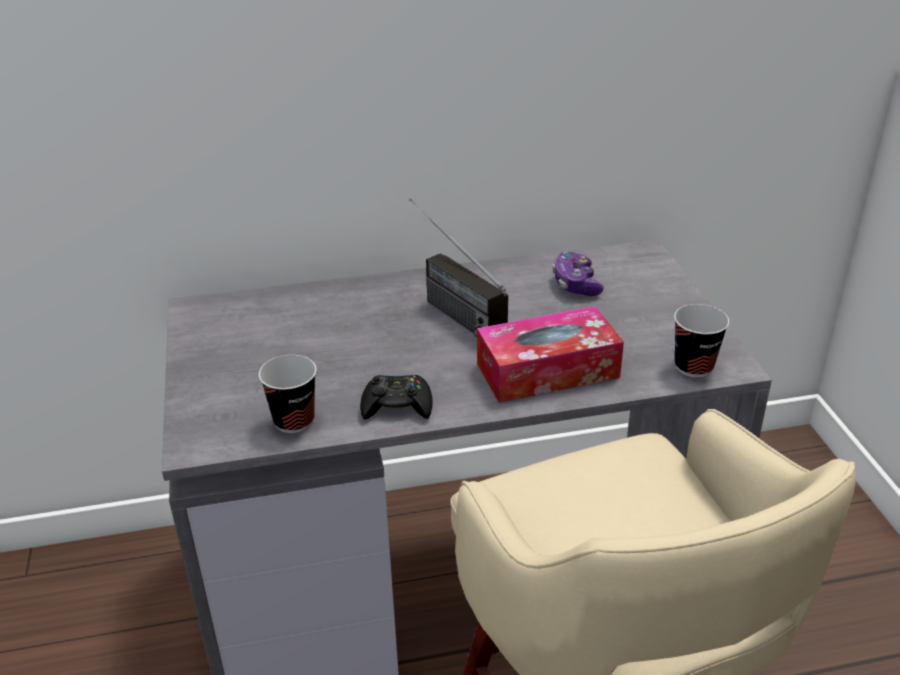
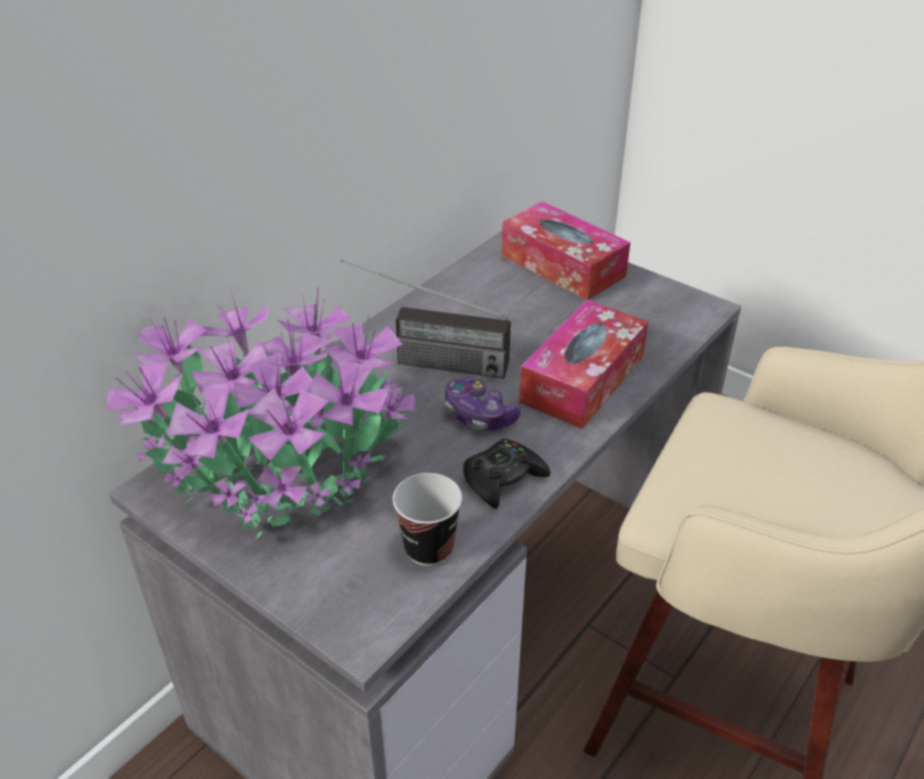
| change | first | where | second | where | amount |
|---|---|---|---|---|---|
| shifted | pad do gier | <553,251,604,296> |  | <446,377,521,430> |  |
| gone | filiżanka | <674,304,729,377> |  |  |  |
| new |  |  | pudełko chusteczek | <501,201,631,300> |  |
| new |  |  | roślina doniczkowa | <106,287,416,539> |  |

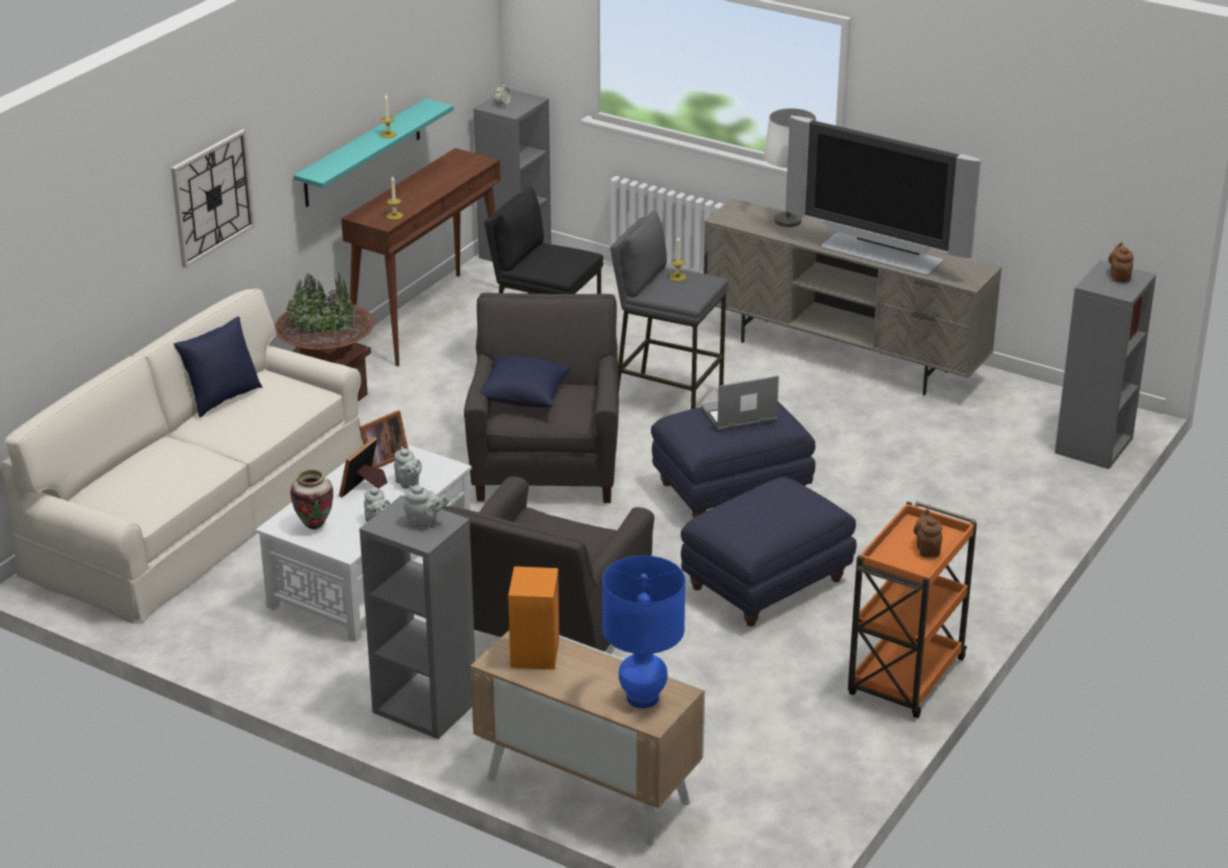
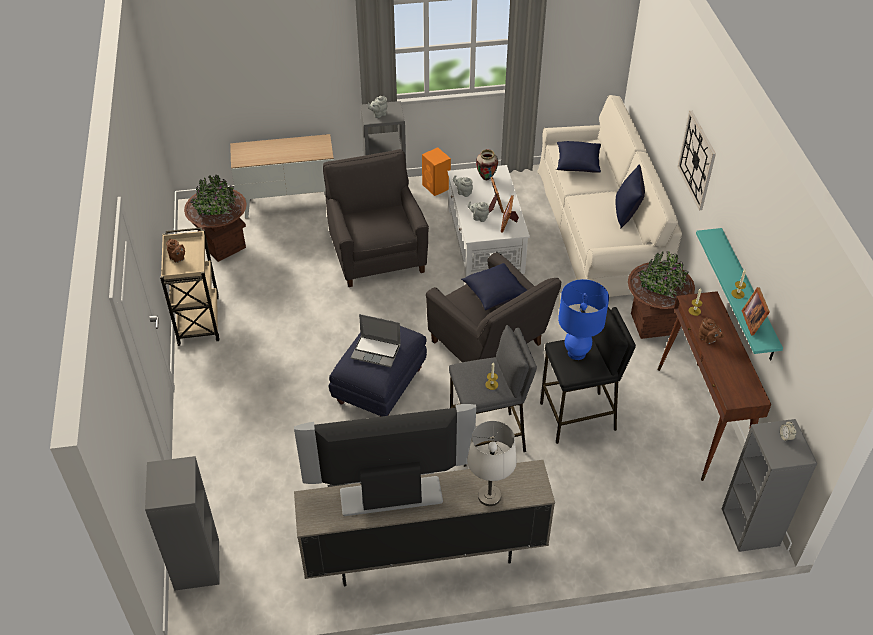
| change | first | where | second | where | amount |
|---|---|---|---|---|---|
| shifted | imbryk (brązowy) | <1108,242,1133,282> |  | <699,318,724,344> |  |
| rotated | laptop | <701,375,779,430> |  | <351,314,401,367> | 75 degrees clockwise |
| gone | pufa (niebieski) | <681,477,857,626> |  |  |  |
| repainted | wózek (pomarańczowy) | <848,501,977,718> | wózek (beżowy) | <160,227,220,346> |  |
| shifted | lampa stołowa (niebieski) | <602,555,685,708> |  | <558,279,609,360> |  |
| shifted | głośnik (pomarańczowy) | <508,566,559,670> |  | <422,147,451,196> |  |
| new |  |  | poduszka (niebieski) | <557,141,601,173> |  |
| new |  |  | donica (brązowy) | <184,175,247,262> |  |
| new |  |  | ramka na zdjęcie | <741,287,770,336> |  |

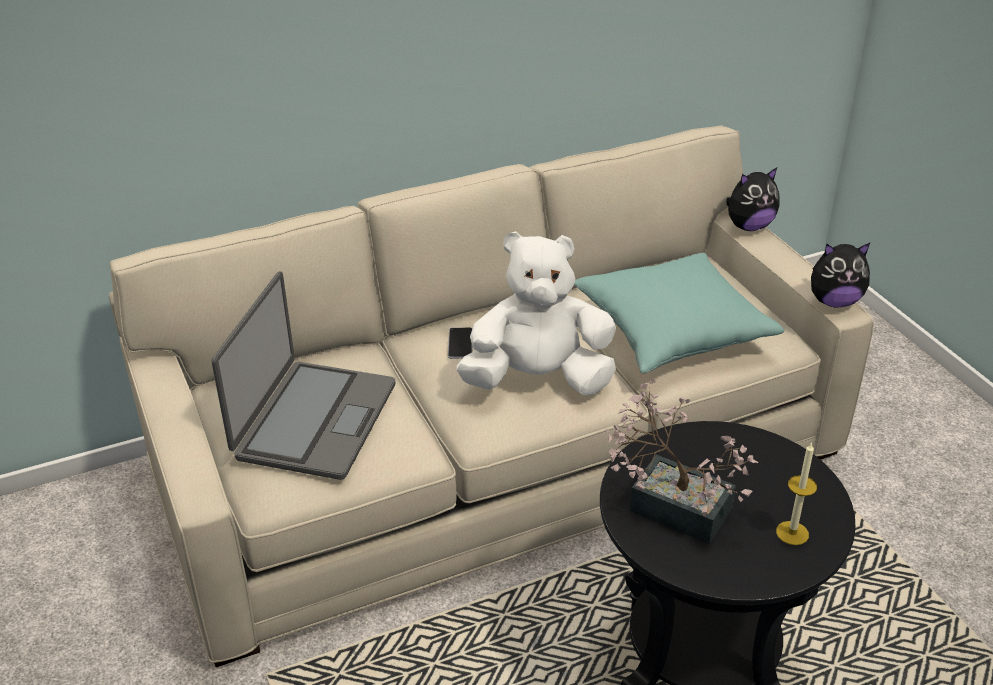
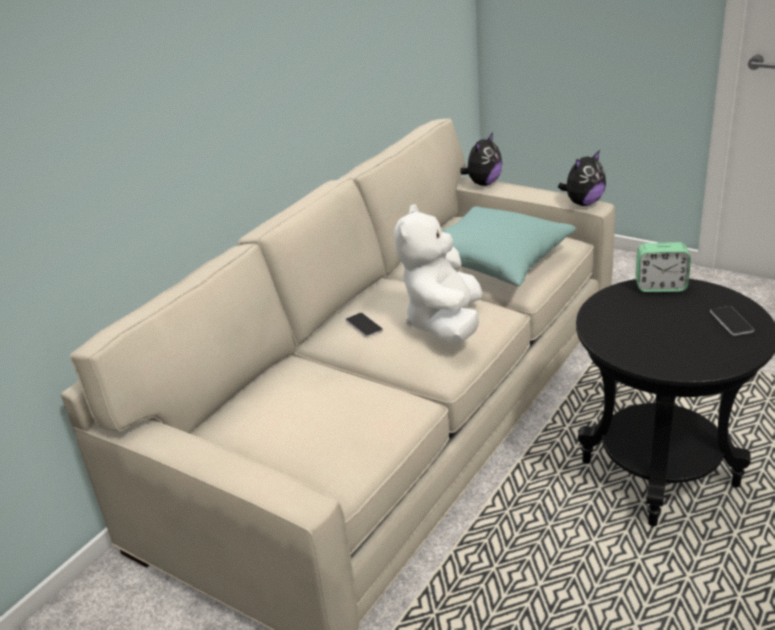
| change | first | where | second | where | amount |
|---|---|---|---|---|---|
| rotated | pluszak (biały) | <457,231,616,396> |  | <394,204,482,344> | 45 degrees counterclockwise |
| gone | laptop | <211,271,395,480> |  |  |  |
| gone | roślina doniczkowa | <605,380,758,544> |  |  |  |
| swapped | świeca | <776,442,817,545> | telefon | <710,306,754,336> |  |
| new |  |  | budzik | <635,242,691,292> |  |

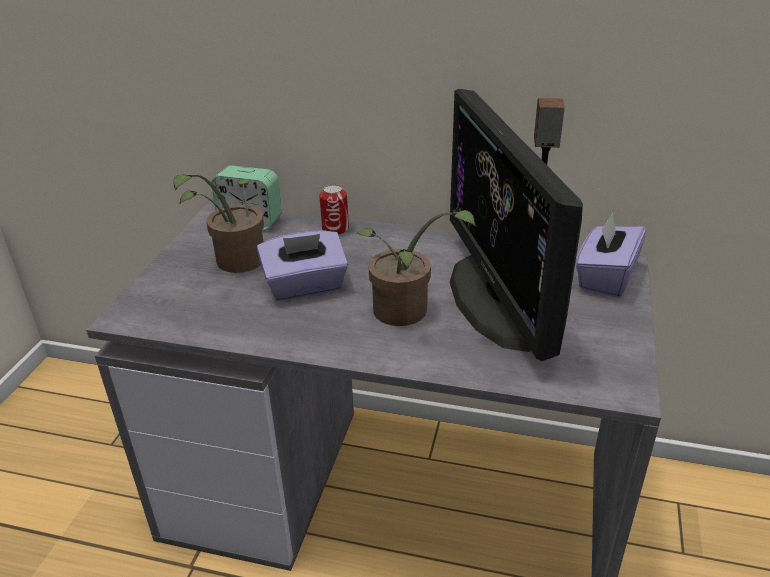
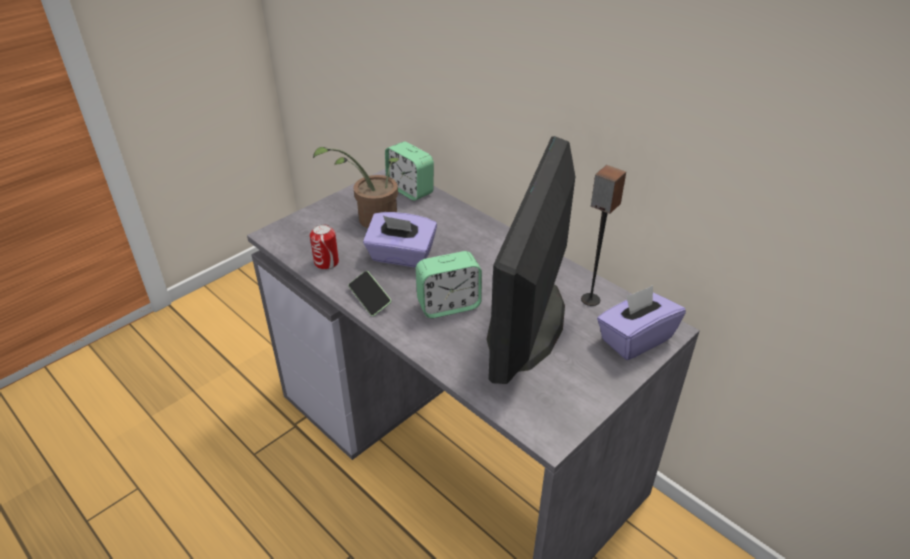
| change | first | where | second | where | amount |
|---|---|---|---|---|---|
| shifted | puszka | <319,184,349,235> |  | <310,224,339,270> |  |
| swapped | roślina doniczkowa | <356,210,476,326> | budzik | <416,251,482,318> |  |
| new |  |  | telefon | <348,271,391,316> |  |

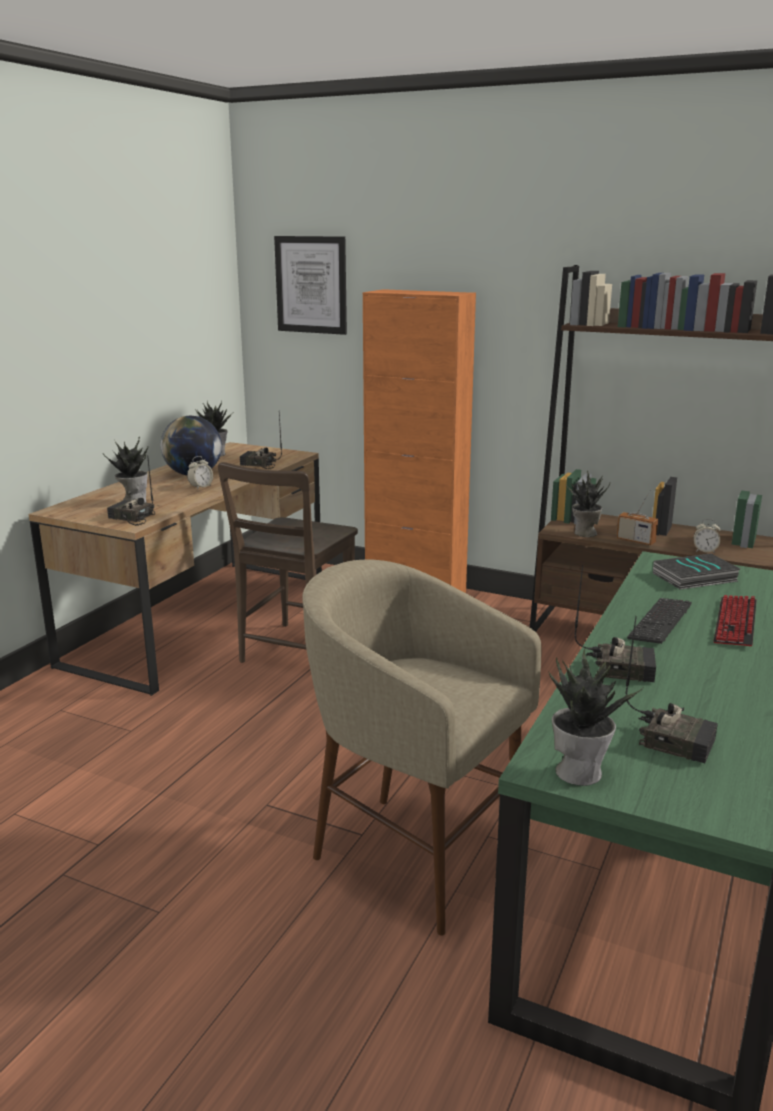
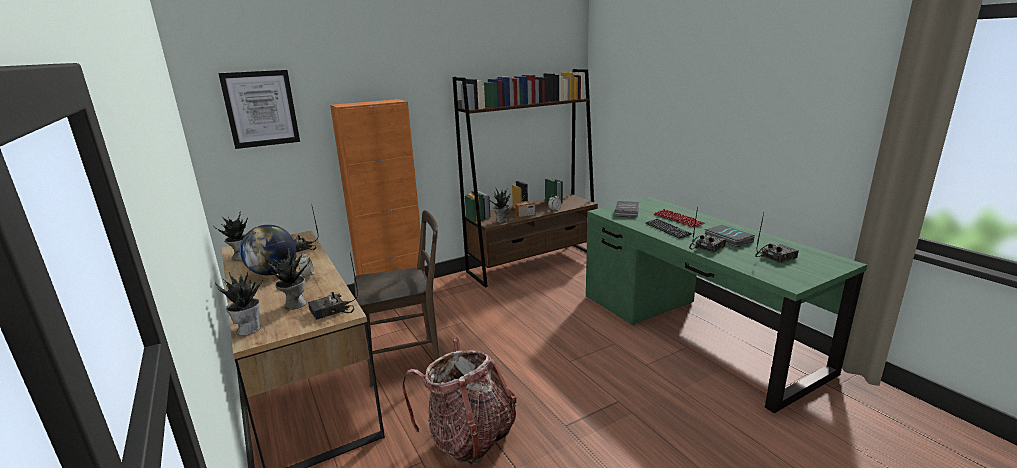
| change | first | where | second | where | amount |
|---|---|---|---|---|---|
| rotated | krzesło (brązowy) | <218,462,358,663> |  | <354,210,440,387> | 75 degrees counterclockwise |
| gone | stołek (beżowy) | <302,559,542,936> |  |  |  |
| shifted | roślina doniczkowa | <548,649,643,786> |  | <215,271,264,336> |  |
| new |  |  | książka | <705,225,755,247> |  |
| new |  |  | plecak | <402,337,517,465> |  |

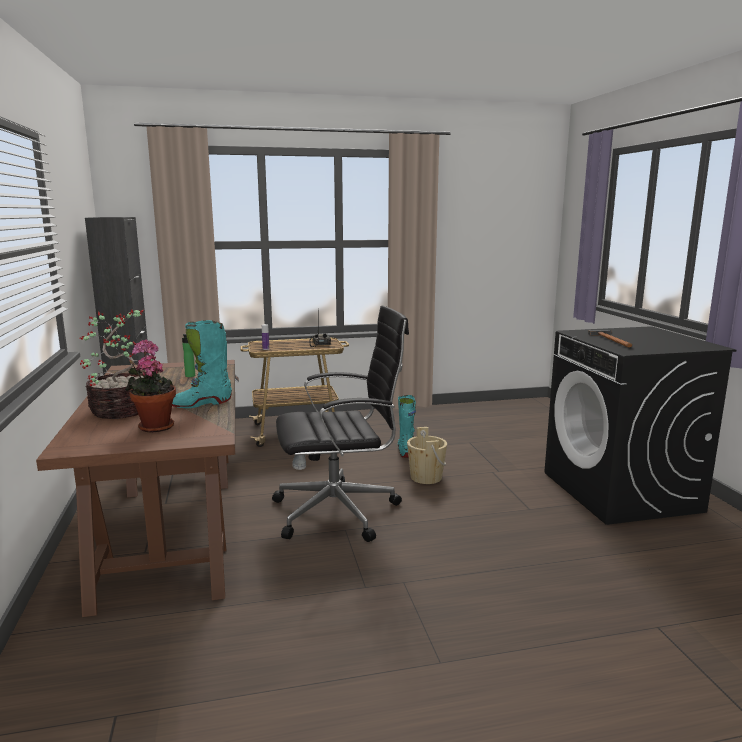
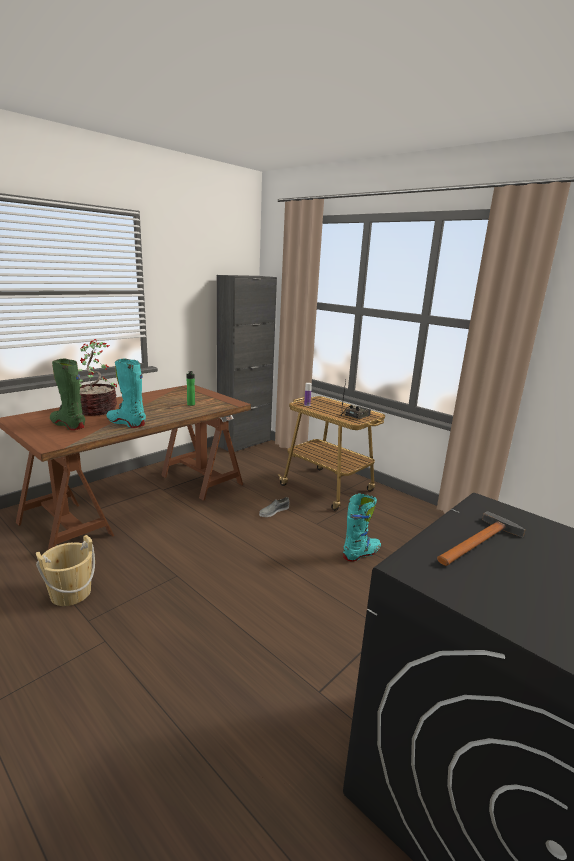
| change | first | where | second | where | amount |
|---|---|---|---|---|---|
| gone | krzesło biurowe (czarny) | <272,305,409,542> |  |  |  |
| swapped | roślina doniczkowa | <125,339,176,432> | but z cholewką (zielony) | <50,359,85,430> |  |
| shifted | wiadro (beżowy) | <407,427,447,484> |  | <36,535,95,606> |  |

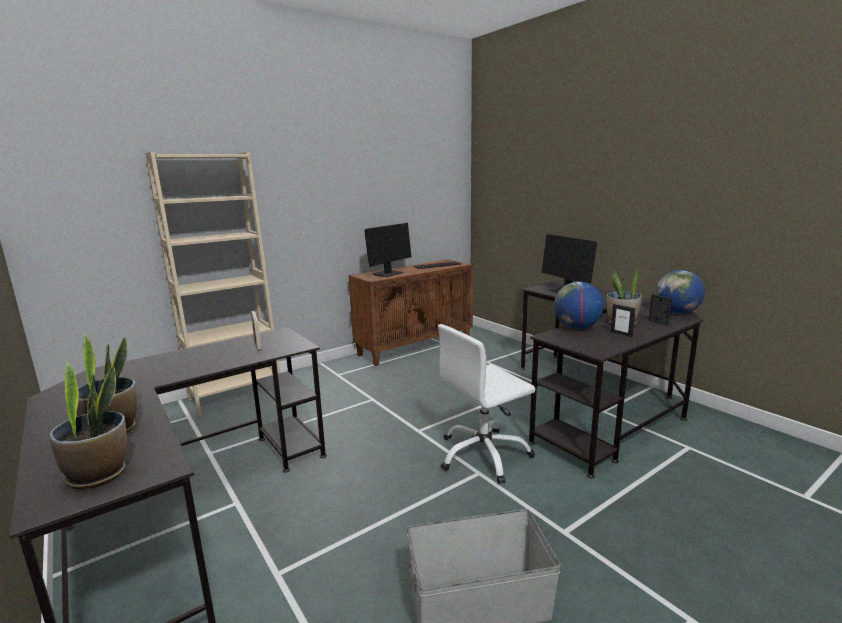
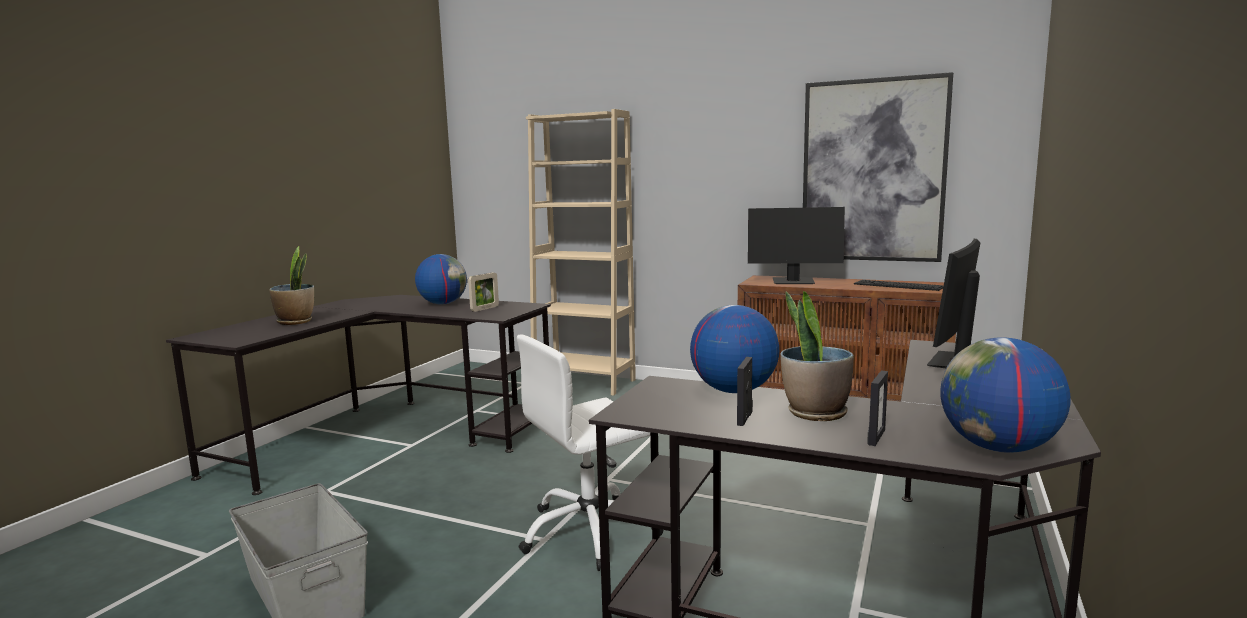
| change | first | where | second | where | amount |
|---|---|---|---|---|---|
| rotated | krzesło biurowe (biały) | <438,324,535,484> |  | <517,335,664,571> | 60 degrees counterclockwise |
| gone | roślina doniczkowa | <49,361,127,489> |  |  |  |
| new |  |  | obraz | <803,72,953,262> |  |
| new |  |  | globus | <415,254,467,304> |  |

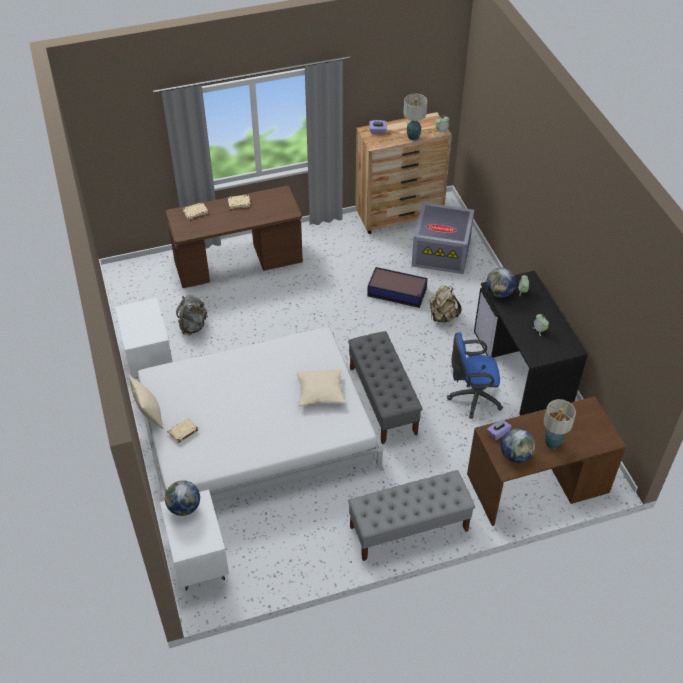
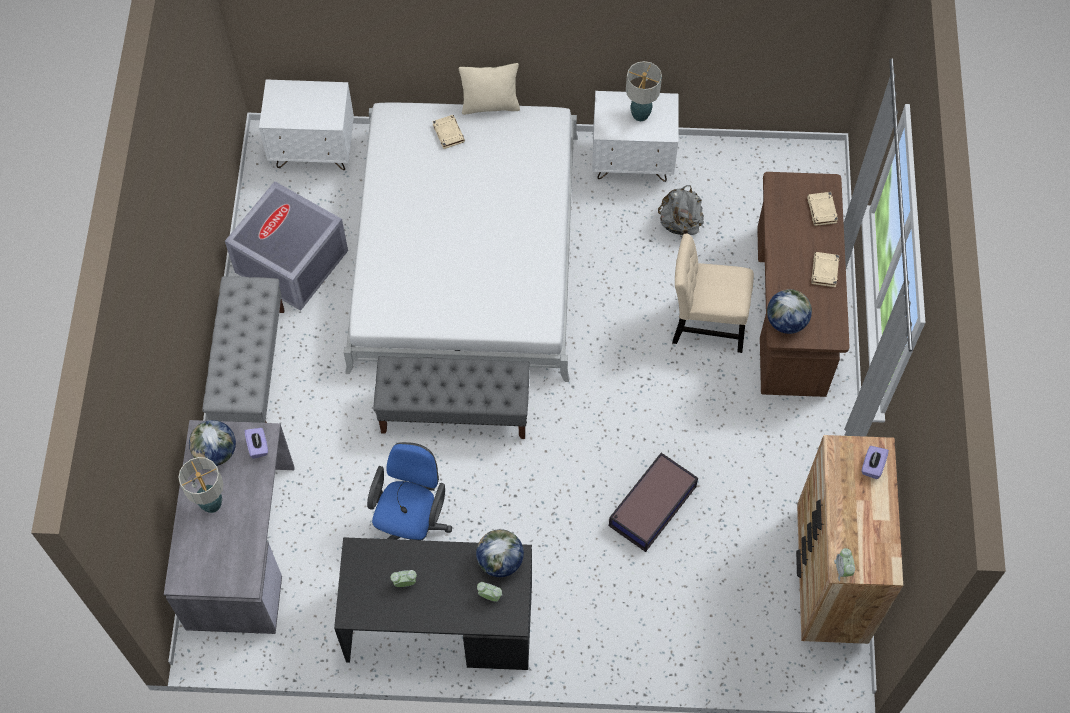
| change | first | where | second | where | amount |
|---|---|---|---|---|---|
| shifted | lampa stołowa | <403,94,428,140> |  | <626,61,662,121> |  |
| shifted | pojemnik do przechowywania (szary) | <412,202,474,274> |  | <225,181,348,311> |  |
| gone | plecak (beżowy) | <430,286,461,322> |  |  |  |
| gone | poduszka (beżowy) | <297,369,345,406> |  |  |  |
| repainted | biurko (brązowy) | <467,396,626,526> | biurko (szary) | <164,420,295,634> |  |
| shifted | globus | <165,480,200,516> |  | <767,289,812,334> |  |
| new |  |  | krzesło (beżowy) | <672,234,754,353> |  |

